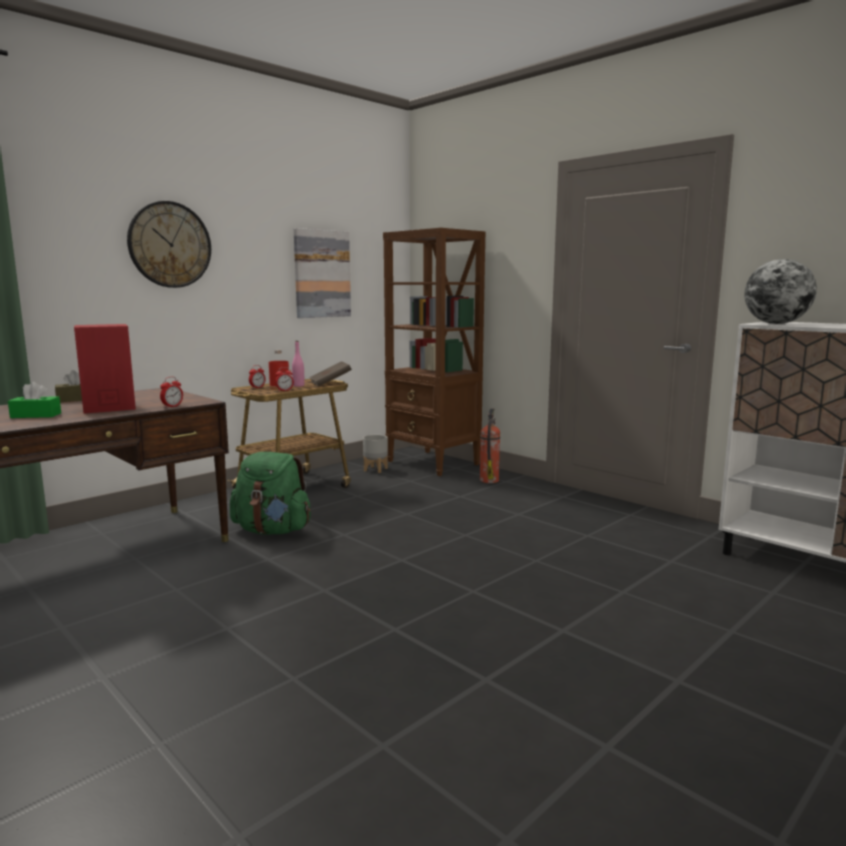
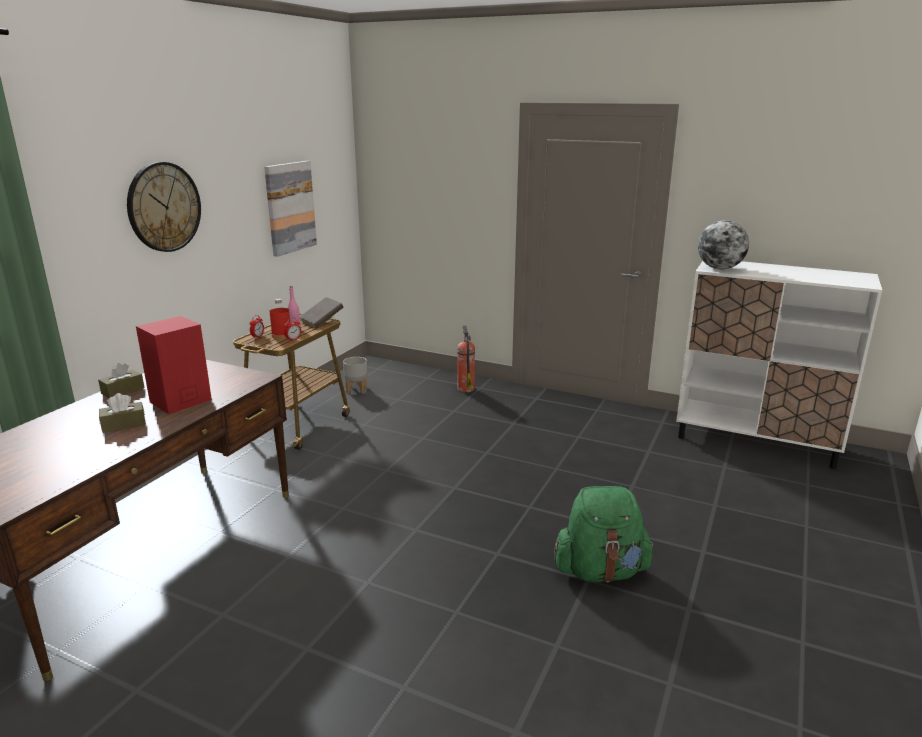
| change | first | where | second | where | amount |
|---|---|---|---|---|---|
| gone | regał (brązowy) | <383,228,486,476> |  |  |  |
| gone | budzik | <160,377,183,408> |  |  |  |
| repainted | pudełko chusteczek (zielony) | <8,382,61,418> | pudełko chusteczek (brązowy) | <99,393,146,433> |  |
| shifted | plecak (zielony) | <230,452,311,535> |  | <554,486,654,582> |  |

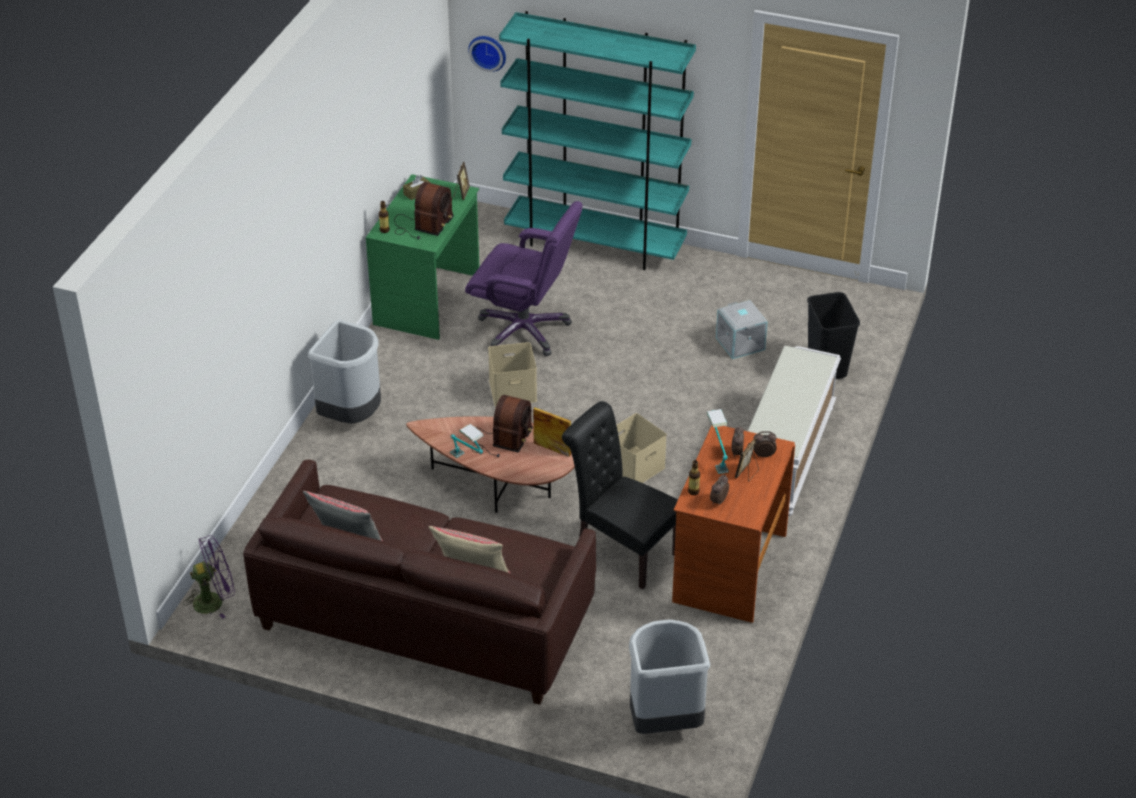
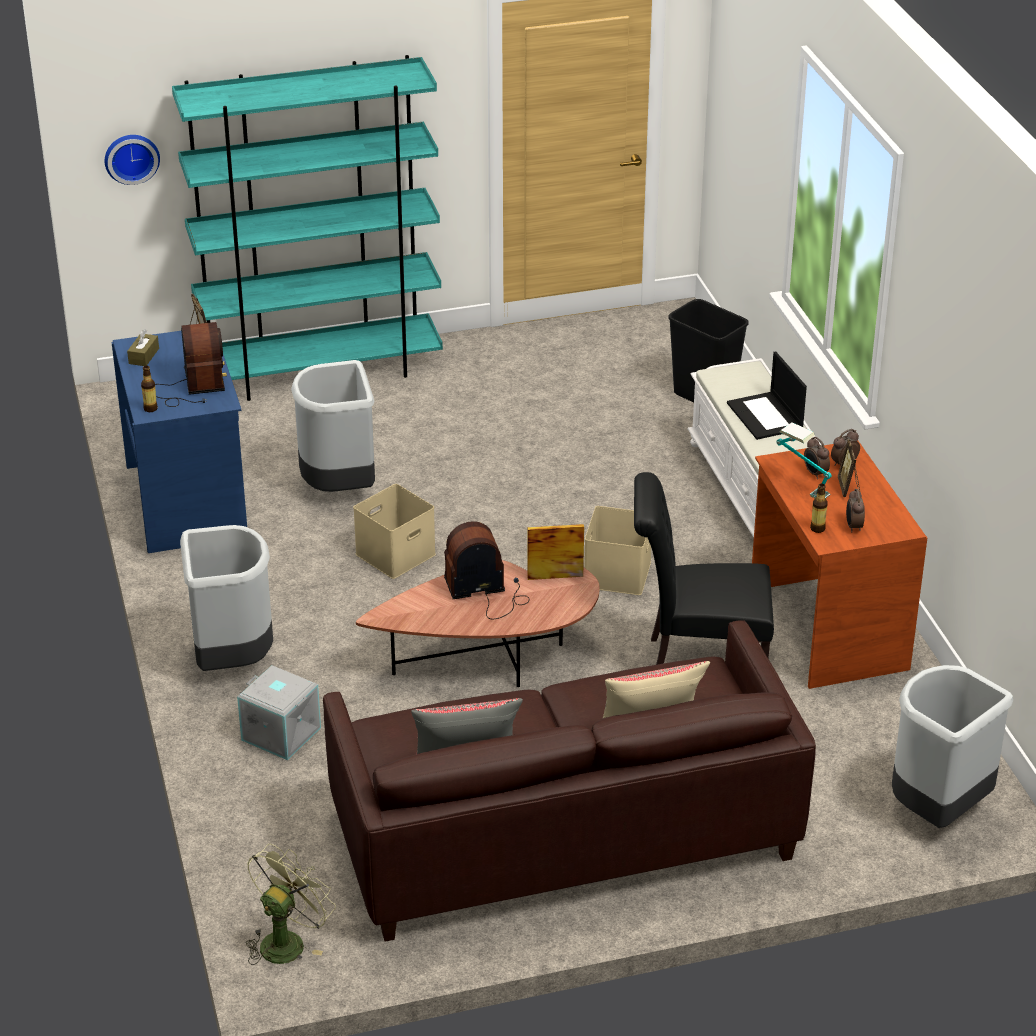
| change | first | where | second | where | amount |
|---|---|---|---|---|---|
| repainted | biurko (zielony) | <366,174,479,340> | biurko (niebieski) | <112,331,247,553> |  |
| swapped | krzesło biurowe (fioletowy) | <465,201,583,356> | kosz na śmieci (szary) | <291,360,375,492> |  |
| shifted | pojemnik do przechowywania (szary) | <716,300,768,359> |  | <237,665,321,760> |  |
| rotated | radio | <472,395,533,457> |  | <444,521,530,619> | 90 degrees counterclockwise |
| gone | lampa stołowa | <450,424,484,458> |  |  |  |
| repainted | wentylator (fioletowy) | <183,535,235,619> | wentylator (zielony) | <246,844,336,965> |  |
| new |  |  | laptop | <727,351,807,440> |  |

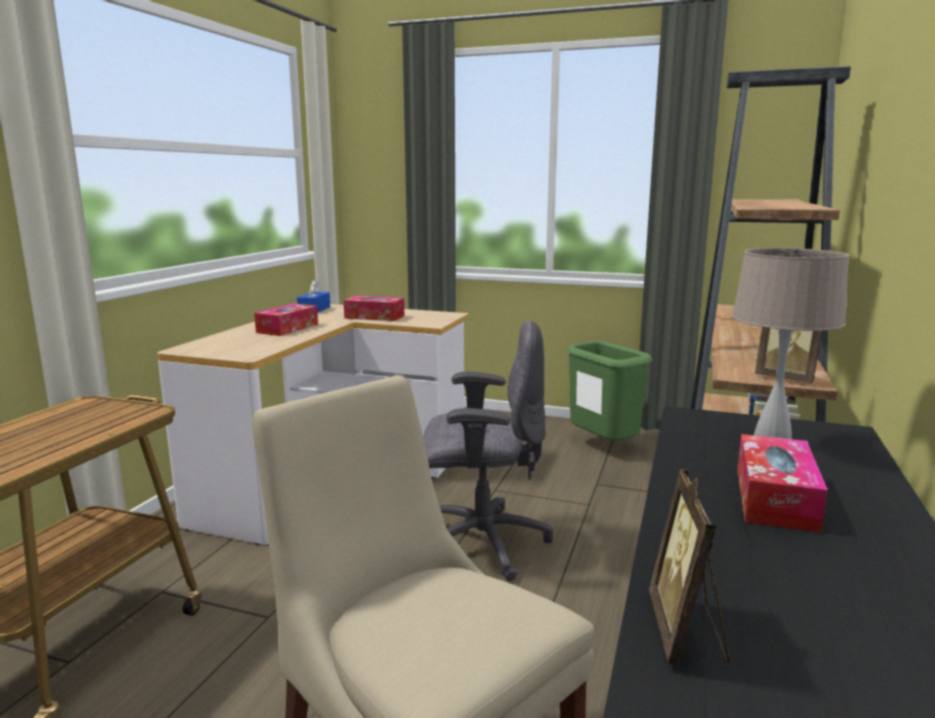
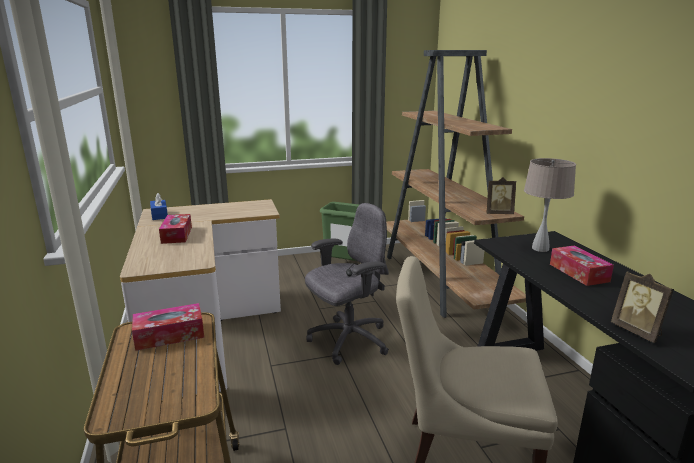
| change | first | where | second | where | amount |
|---|---|---|---|---|---|
| shifted | pudełko chusteczek | <344,296,404,321> |  | <132,303,204,351> |  |

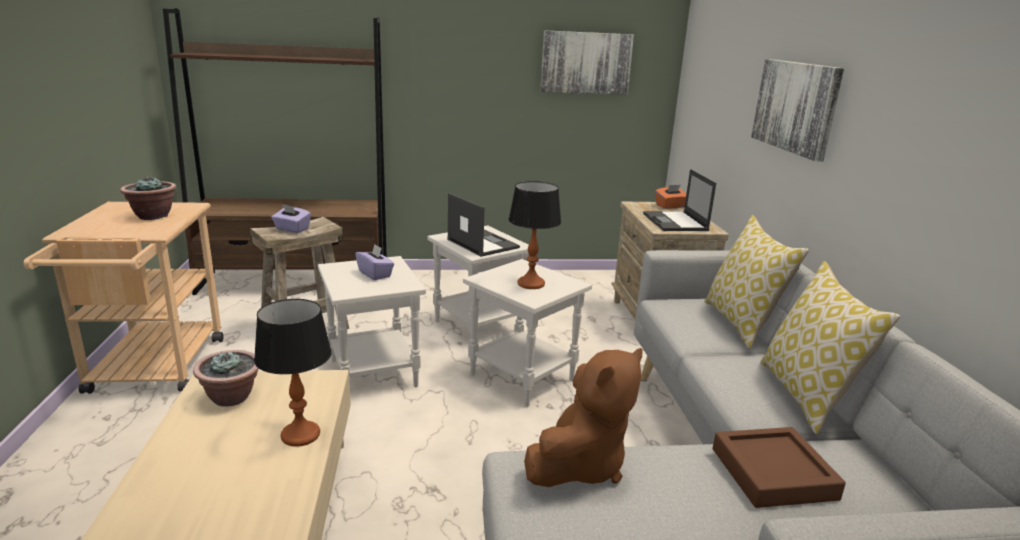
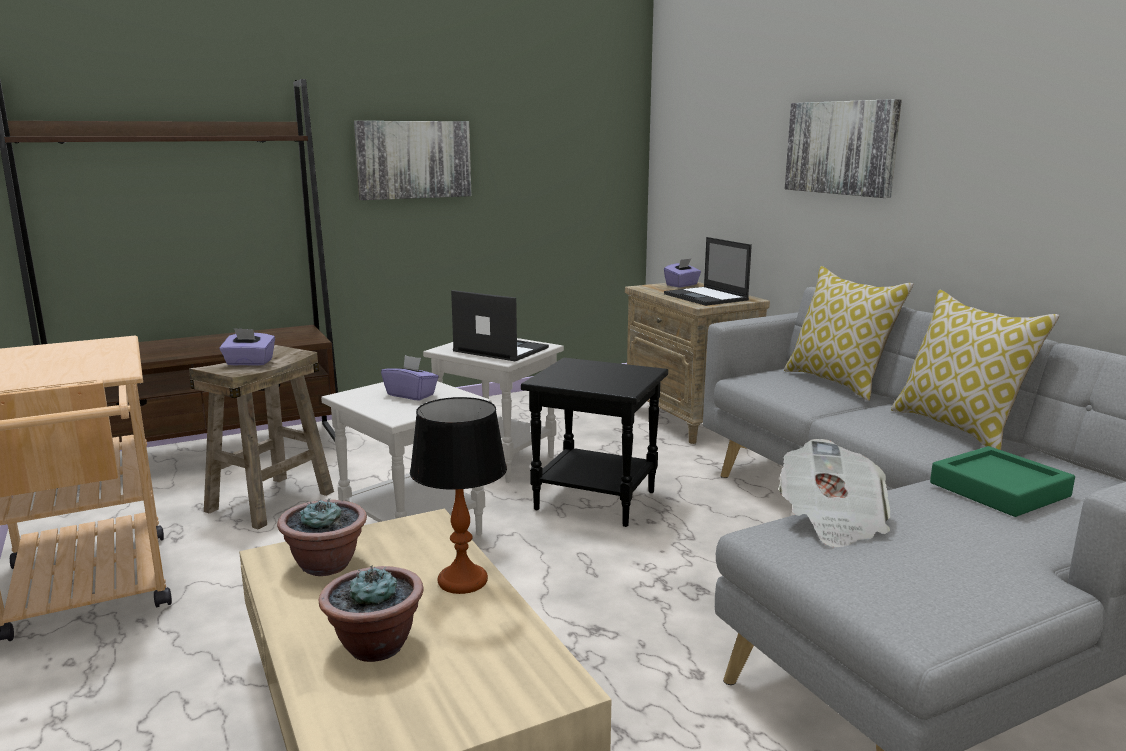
| change | first | where | second | where | amount |
|---|---|---|---|---|---|
| shifted | obraz | <540,30,634,95> |  | <354,121,471,200> |  |
| shifted | roślina doniczkowa | <120,176,176,220> |  | <319,566,424,662> |  |
| gone | lampa stołowa | <508,181,561,289> |  |  |  |
| repainted | pudełko chusteczek (pomarańczowy) | <655,185,686,209> | pudełko chusteczek (fioletowy) | <664,259,701,287> |  |
| repainted | stolik (biały) | <463,259,592,407> | stolik (czarny) | <521,358,668,527> |  |
| swapped | pluszak (brązowy) | <524,348,643,487> | gazeta | <778,439,890,547> |  |
| repainted | taca (brązowy) | <713,427,846,508> | taca (zielony) | <930,446,1075,517> |  |

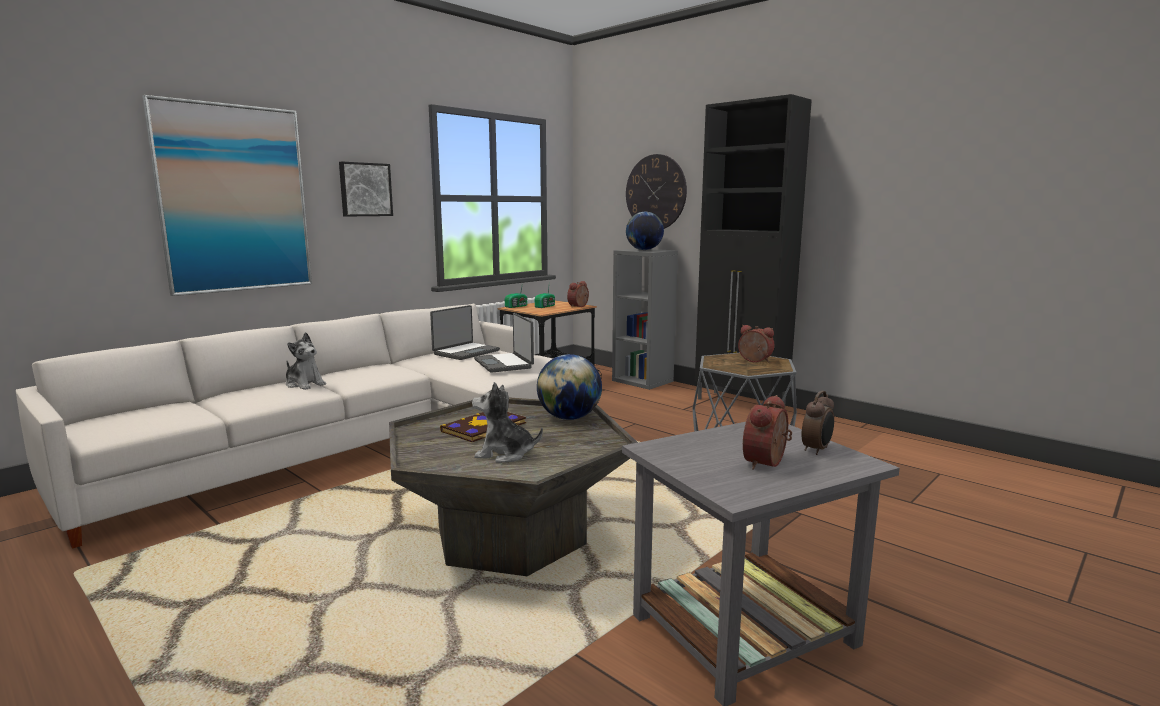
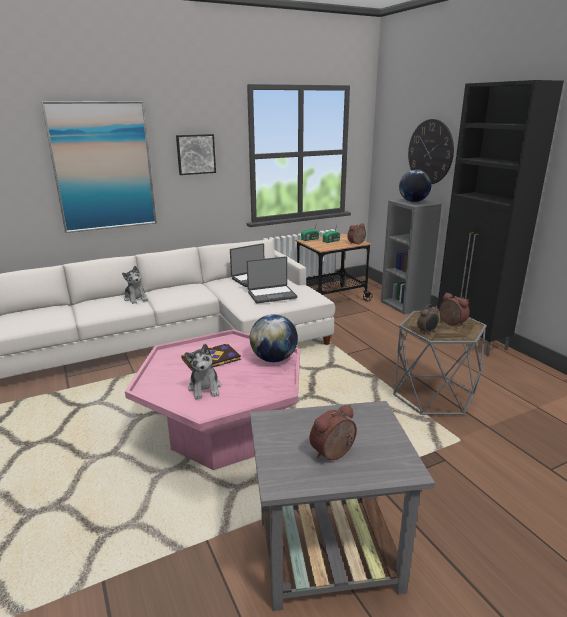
| change | first | where | second | where | amount |
|---|---|---|---|---|---|
| rotated | laptop | <474,313,534,373> |  | <247,256,297,303> | 105 degrees counterclockwise |
| rotated | pluszak | <472,382,543,463> |  | <185,344,221,399> | 135 degrees counterclockwise |
| shifted | budzik | <802,391,834,455> |  | <417,304,439,335> |  |
| repainted | ława (szary) | <389,397,638,576> | ława (różowy) | <125,329,300,470> |  |

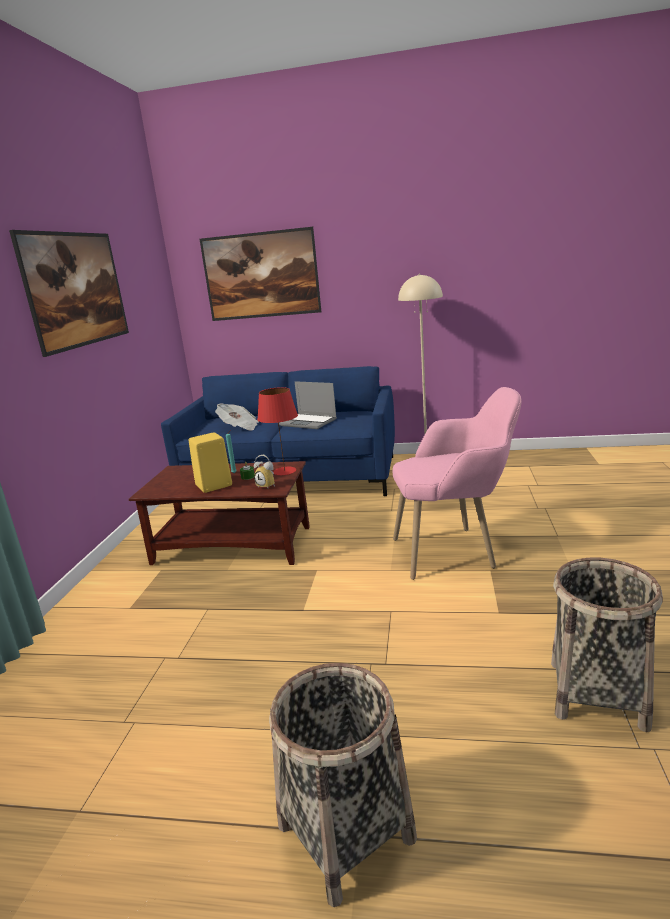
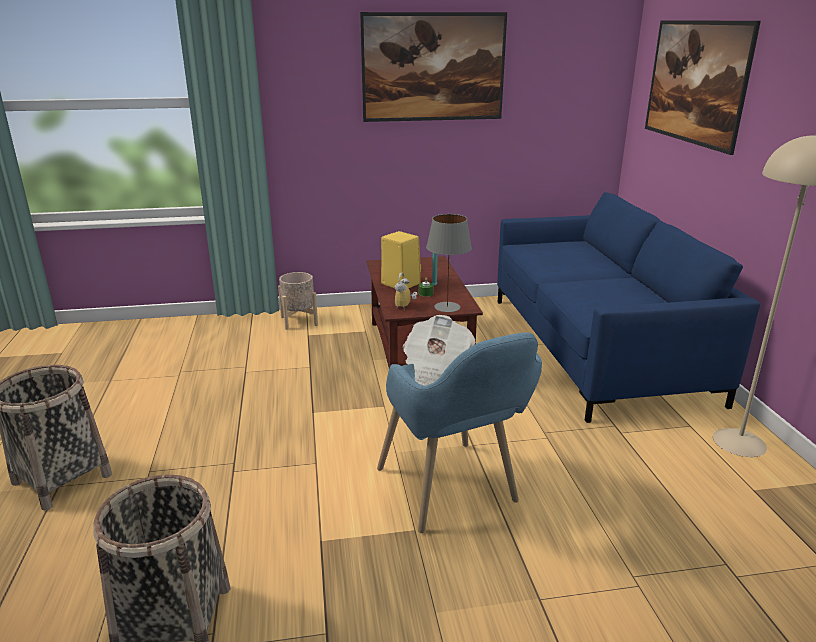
| change | first | where | second | where | amount |
|---|---|---|---|---|---|
| gone | laptop | <279,381,337,429> |  |  |  |
| repainted | lampa stołowa (czerwony) | <257,387,298,476> | lampa stołowa (szary) | <426,214,472,312> |  |
| repainted | fotel (różowy) | <393,387,522,580> | fotel (niebieski) | <377,332,542,533> |  |
| shifted | gazeta | <215,404,259,430> |  | <403,315,475,385> |  |
| new |  |  | donica (beżowy) | <278,272,318,330> |  |

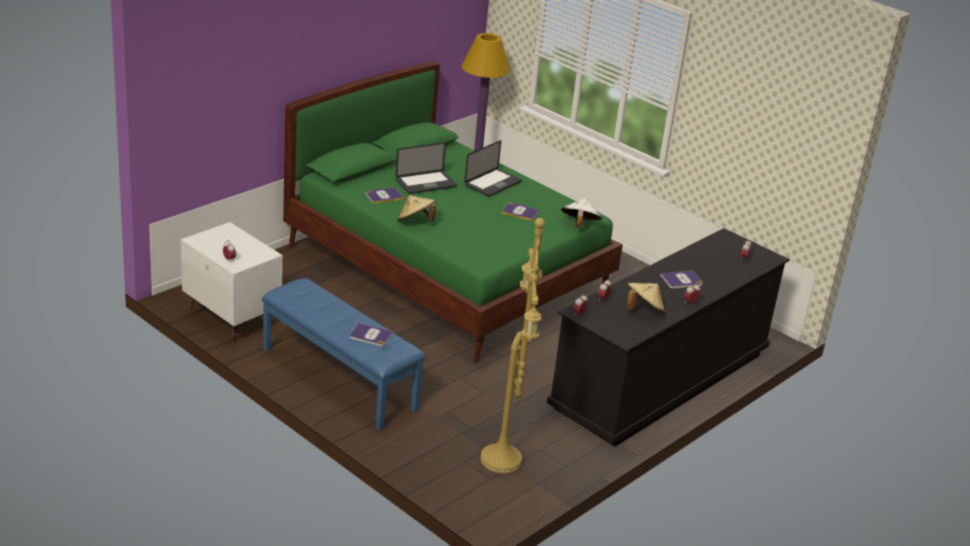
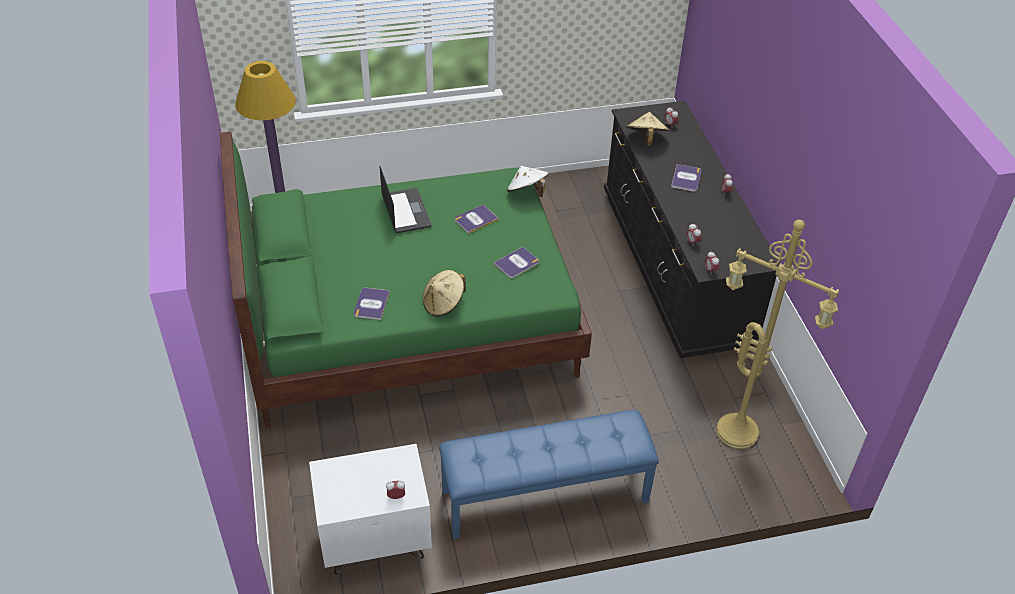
| change | first | where | second | where | amount |
|---|---|---|---|---|---|
| gone | laptop | <395,142,457,194> |  |  |  |
| shifted | kapelusz (beżowy) | <626,283,665,313> |  | <626,112,670,146> |  |
| shifted | książka | <349,323,393,346> |  | <494,247,539,278> |  |

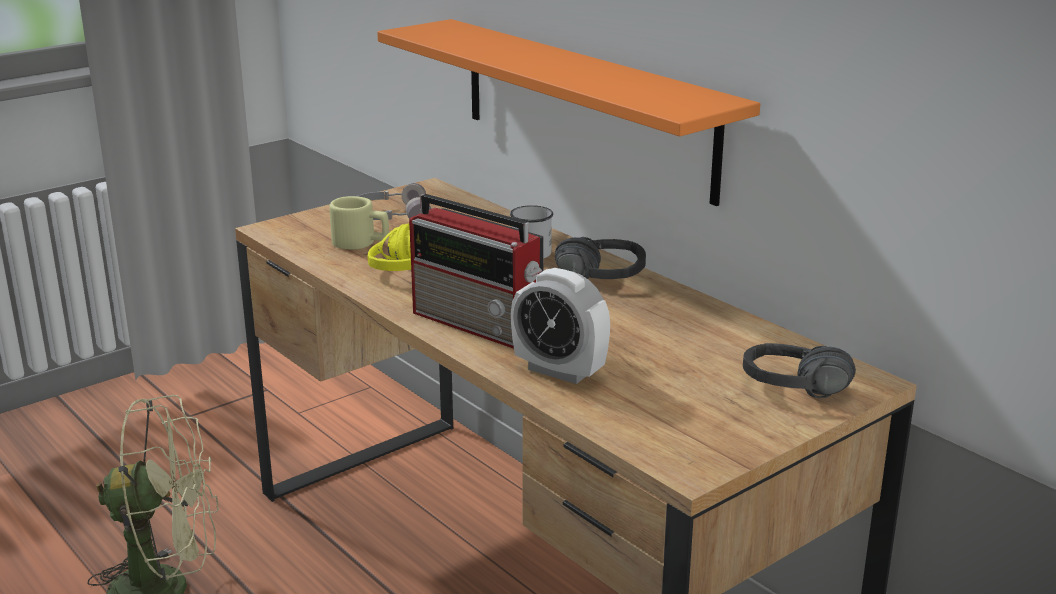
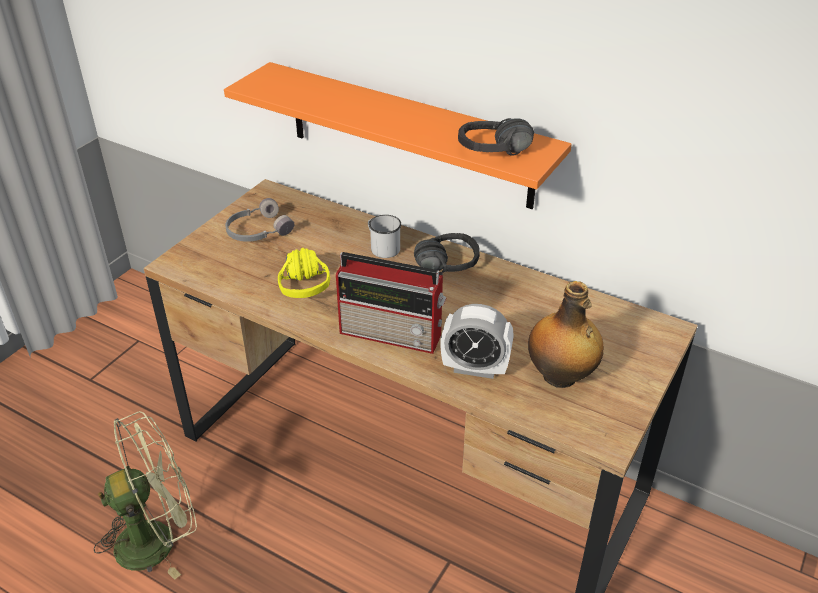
| change | first | where | second | where | amount |
|---|---|---|---|---|---|
| gone | kubek (beżowy) | <329,196,389,250> |  |  |  |
| shifted | słuchawki (czarny) | <743,343,856,398> |  | <458,118,534,155> |  |
| new |  |  | butelka | <528,281,604,388> |  |

